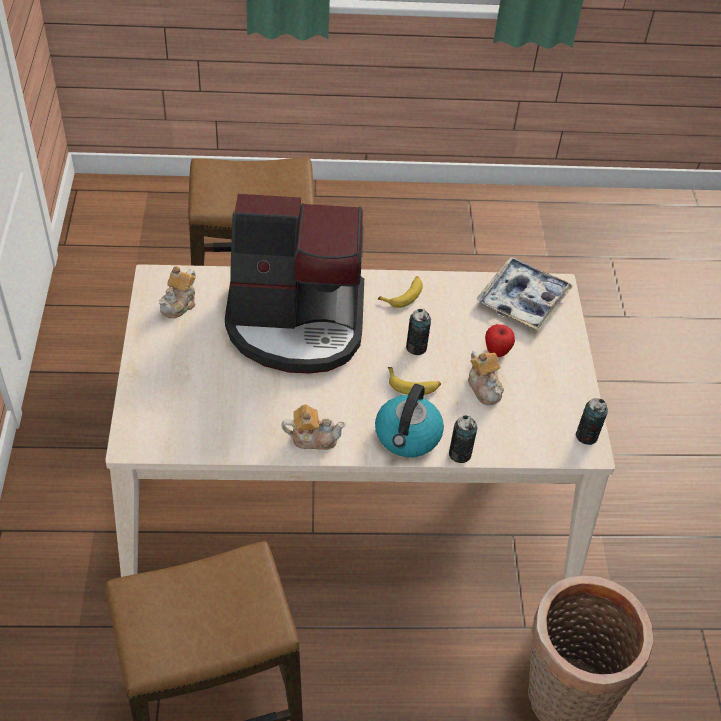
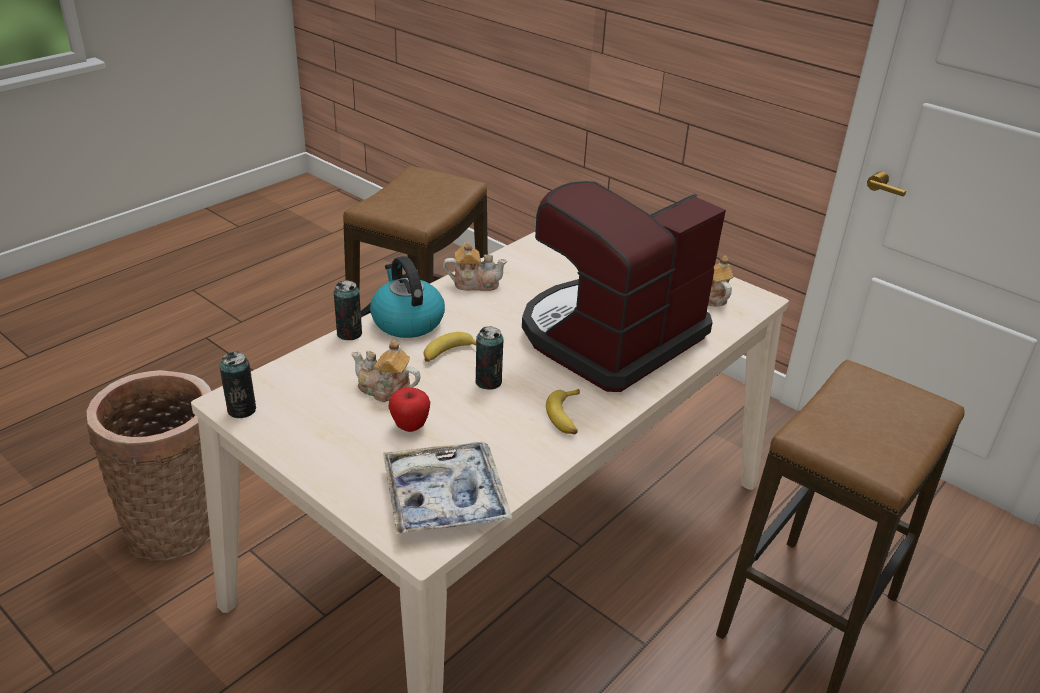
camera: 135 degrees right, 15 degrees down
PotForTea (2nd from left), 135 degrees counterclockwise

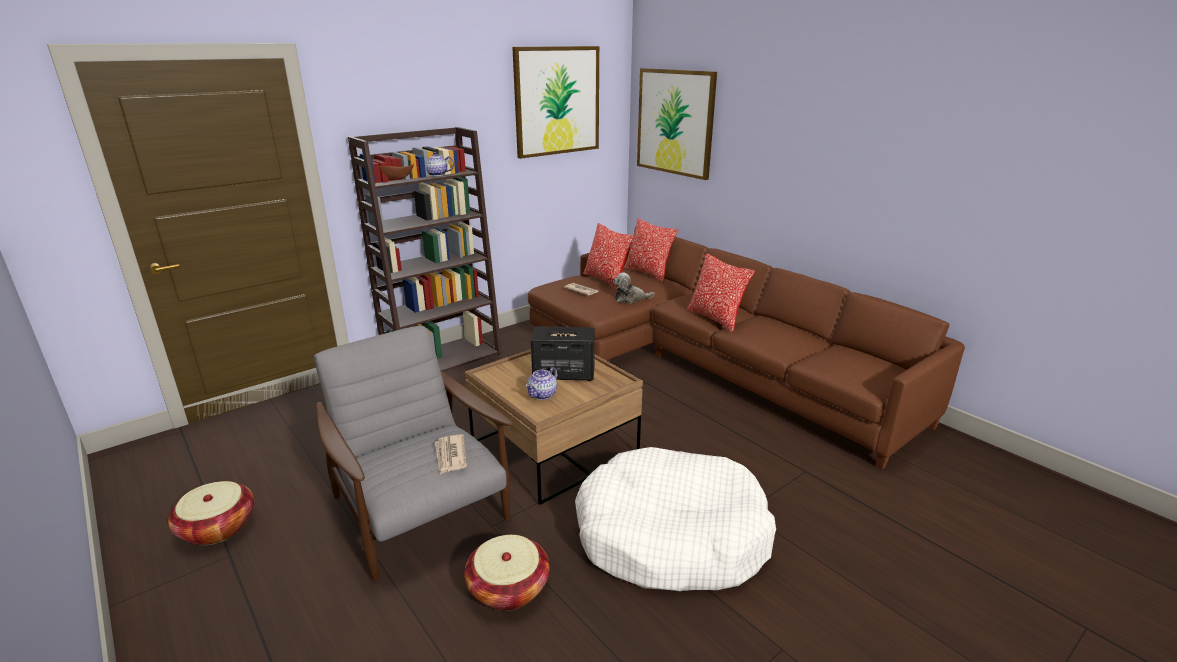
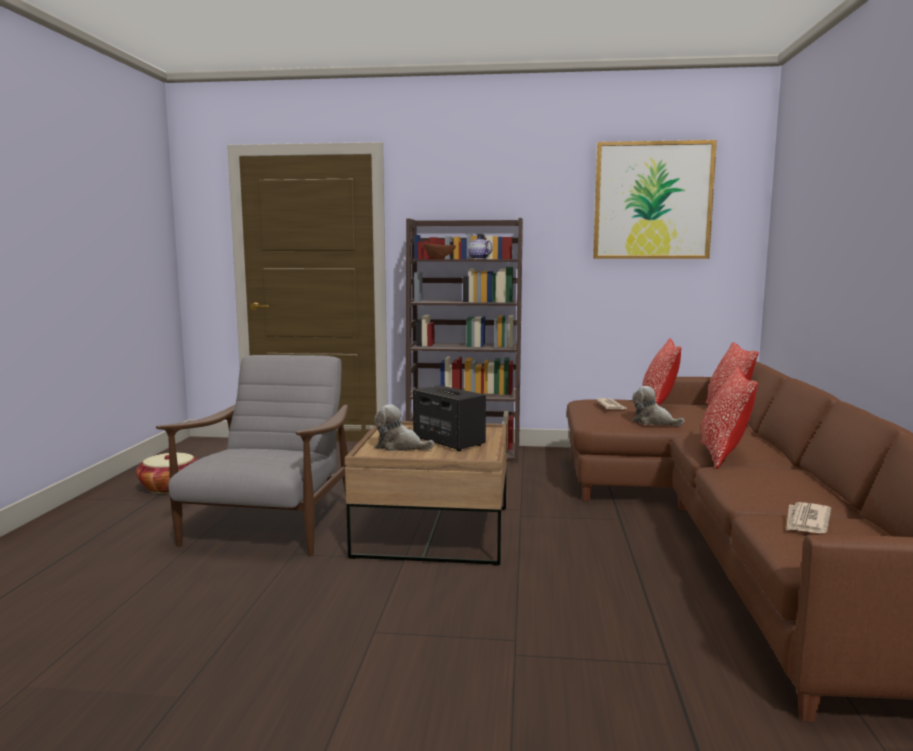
camera: 45 degrees right, 15 degrees down
Basket (2nd from left) => nothing
WhitePetBed => nothing
Picture (2nd from left) => nothing
DailyPaper (1st from left in the first image) => DailyPaper (2nd from left), moved
PotForTea (2nd from left) => CuddlyToy (1st from left)

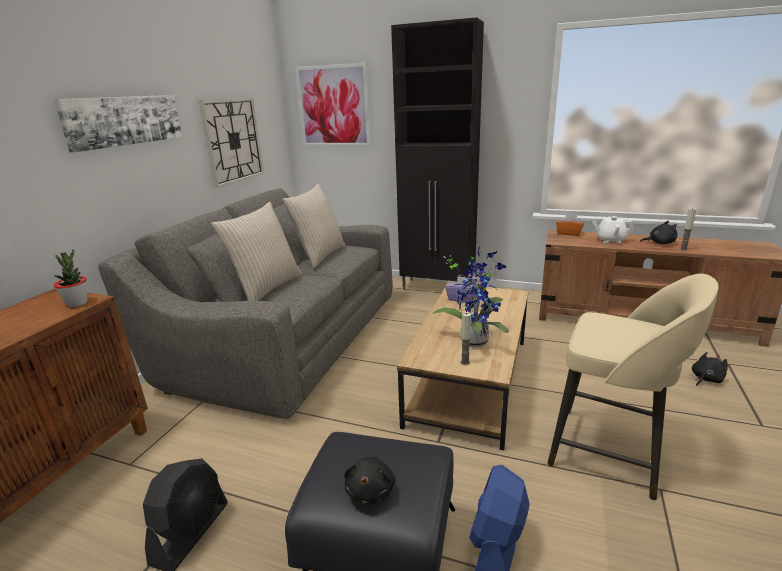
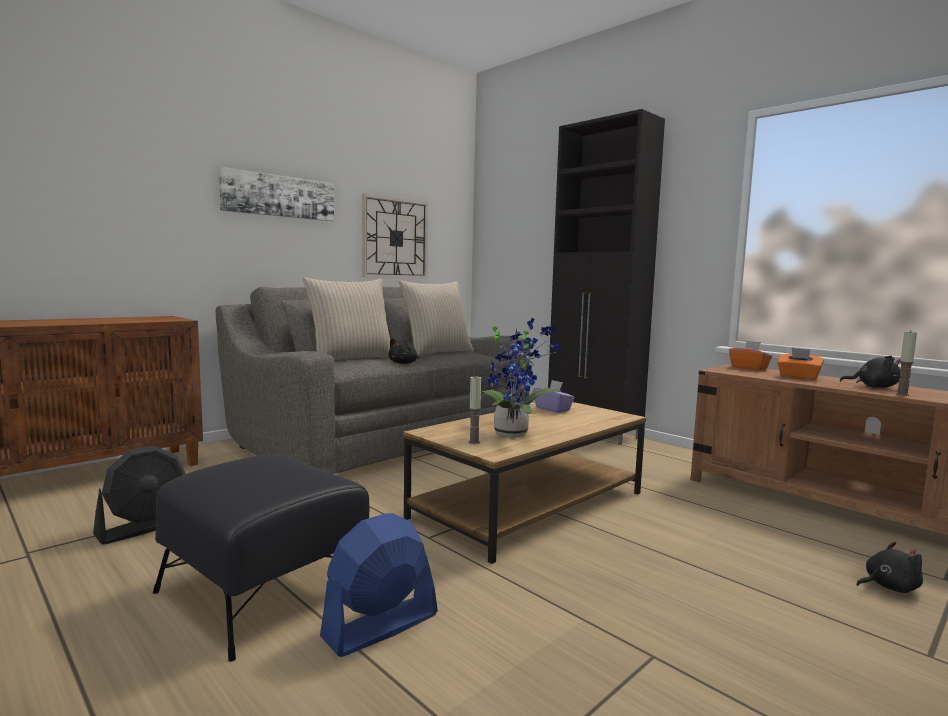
camera: 25 degrees right, 15 degrees down
PottedPlant (1st from left) => nothing
Picture (2nd from left) => nothing
BeigeStoolSeat => nothing
BlackishCuddlyToy (1st from left), moved
WhitePotForTea => OrangeColouredTissueBox (2nd from left)

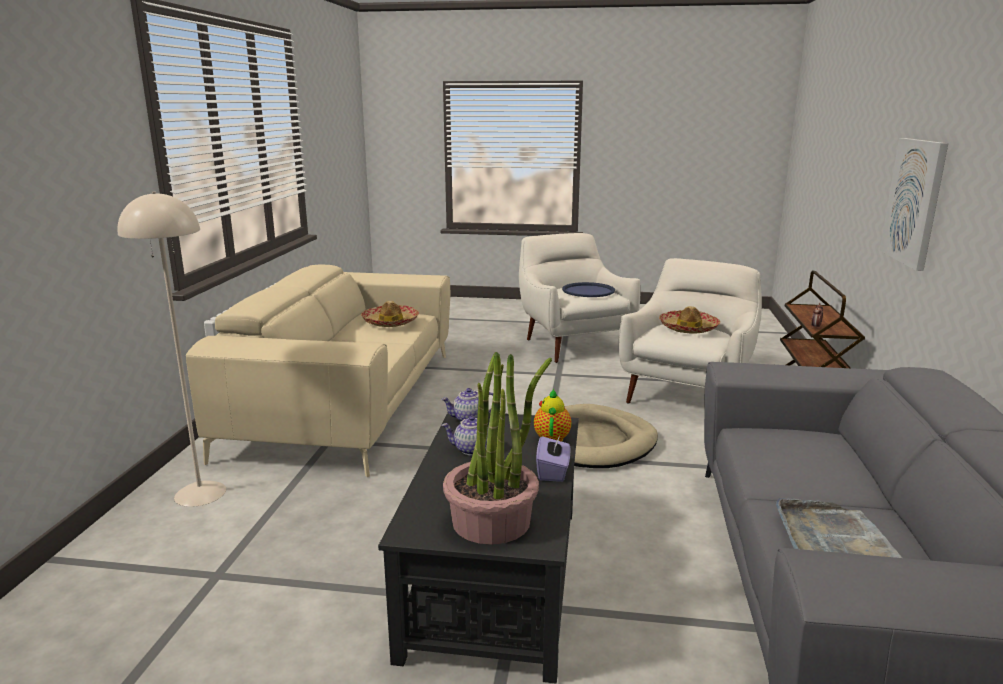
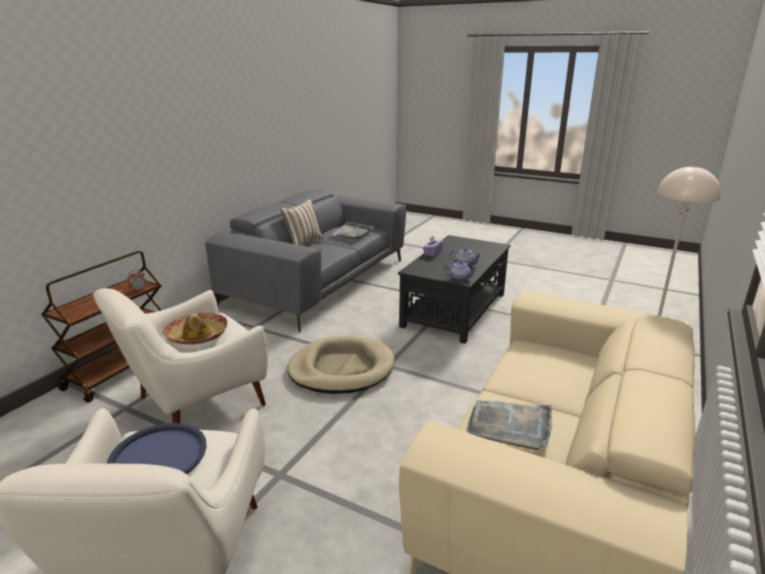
camera: 160 degrees left, 5 degrees up
PottedPlant => nothing
PotForTea (3rd from left) => nothing
Picture => nothing
nothing => Cushion
Hat (1st from left) => GrayCarryingTray (2nd from left)

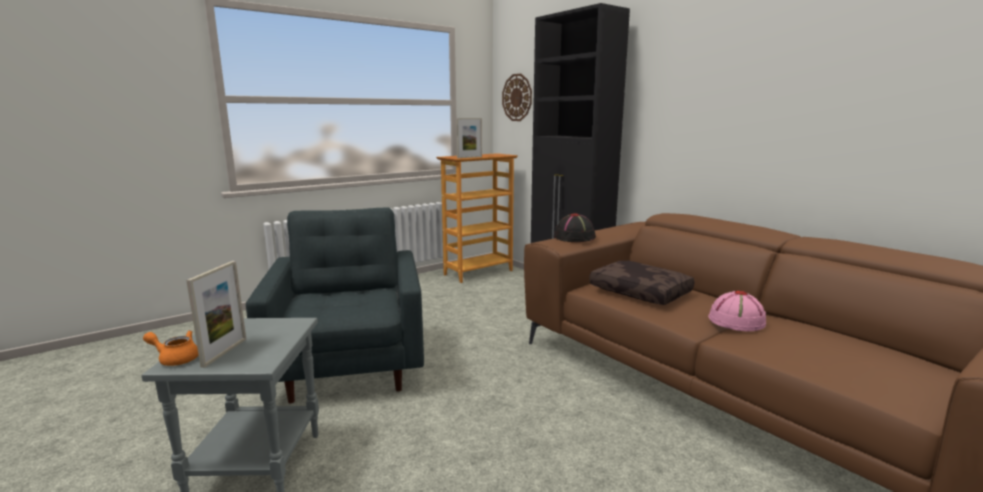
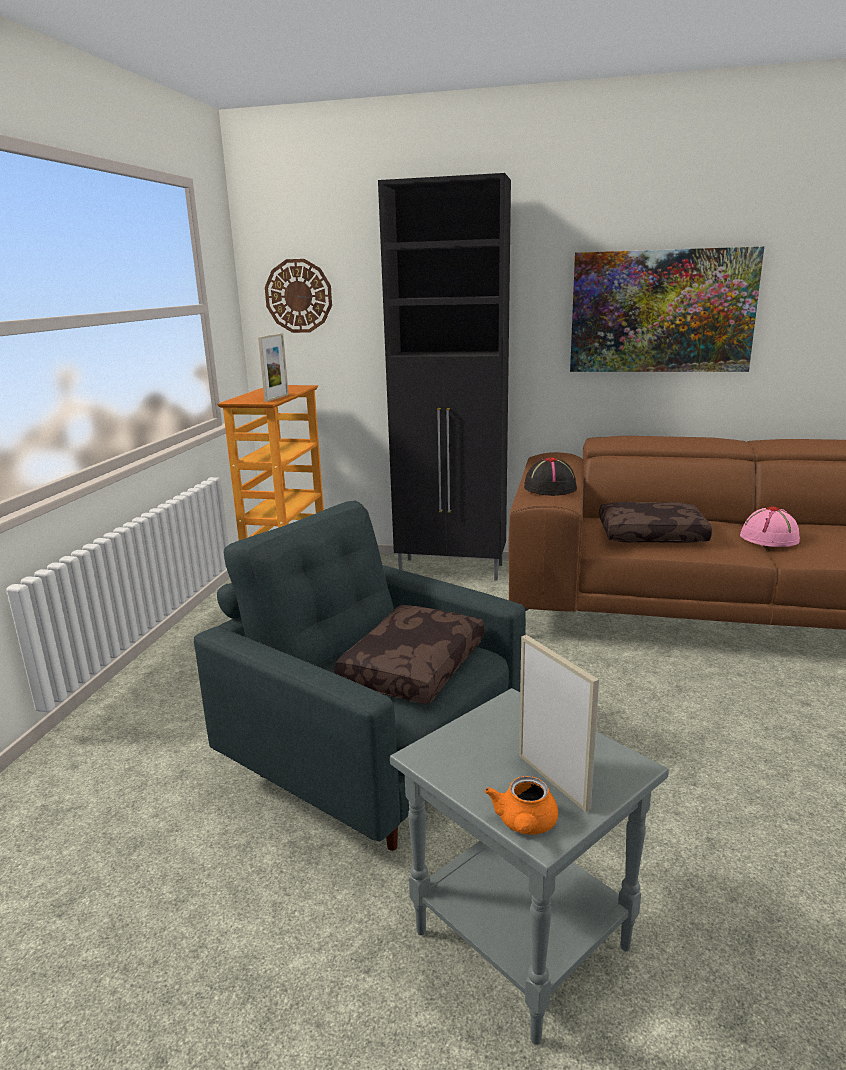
camera: 40 degrees left, 5 degrees up
nothing => BrownCushion (1st from left)
nothing => Picture
OrangeColouredPotForTea, 45 degrees counterclockwise

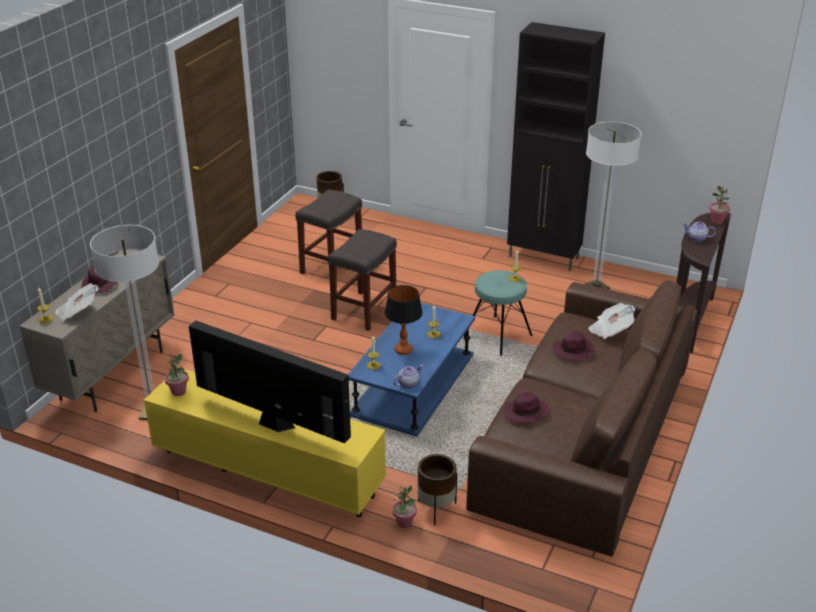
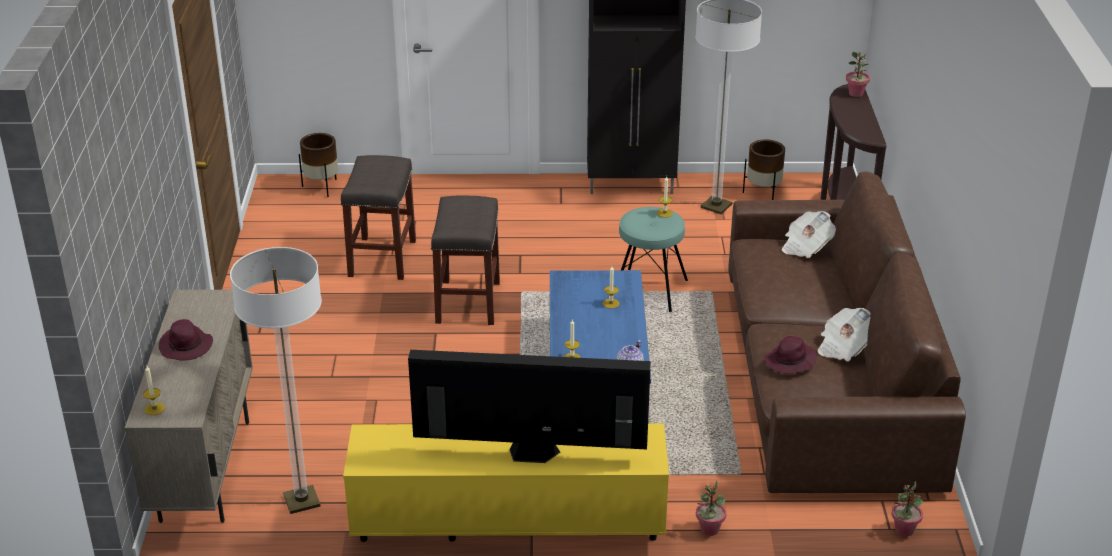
camera: 25 degrees left, 0 degrees up
TabletopLamp => nothing
PurplishHat (3rd from left) => nothing
PotForTea (2nd from left) => nothing
DailyPaper (1st from left in the first image) => DailyPaper (2nd from left), moved
PottedPlant (1st from left in the first image) => PottedPlant (3rd from left), moved
BrownFlowerPot (2nd from left), moved

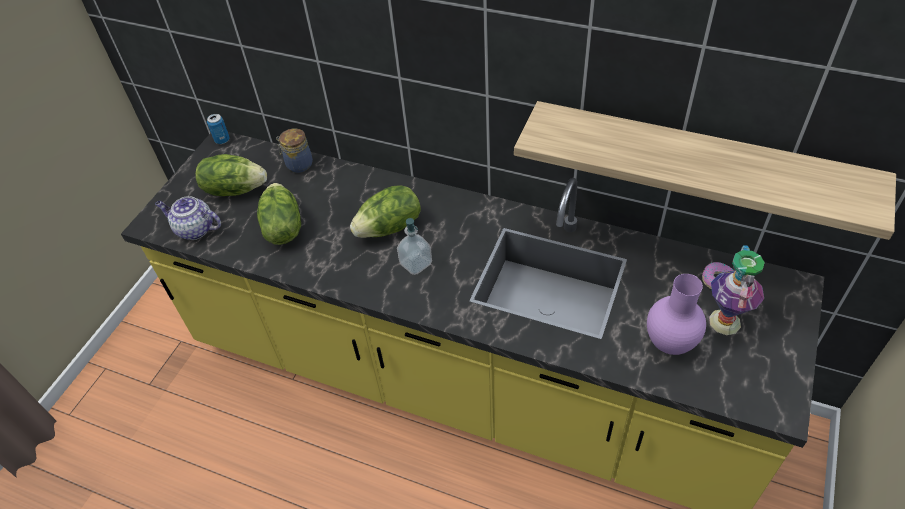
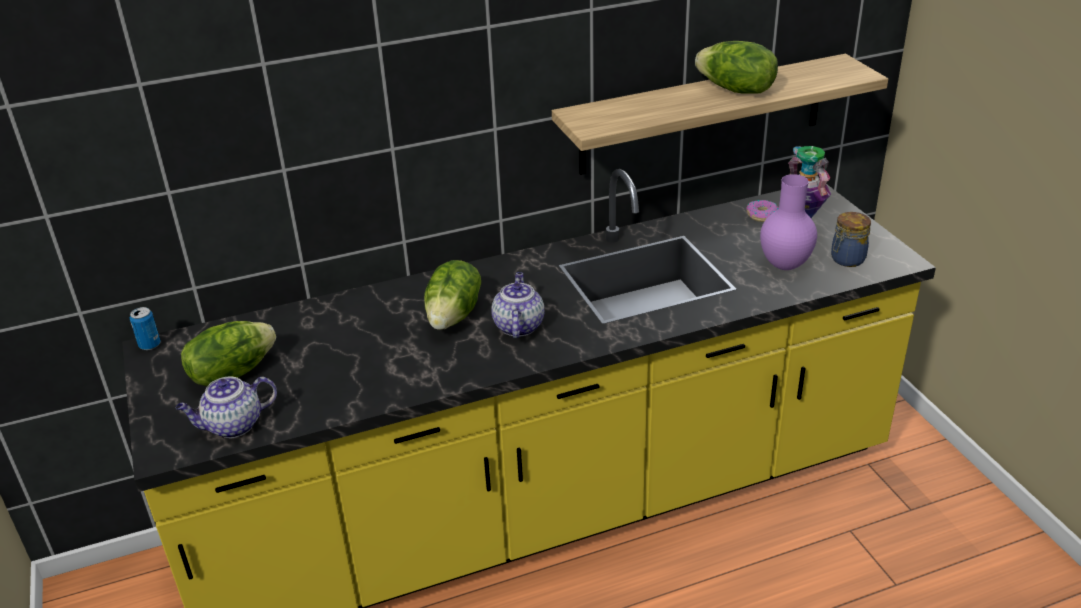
camera: 45 degrees left, 15 degrees down
Lettuce (2nd from left in the first image) => Lettuce (3rd from left), moved
Jar, moved
LiquidSoapBottle => PotForTea (2nd from left)

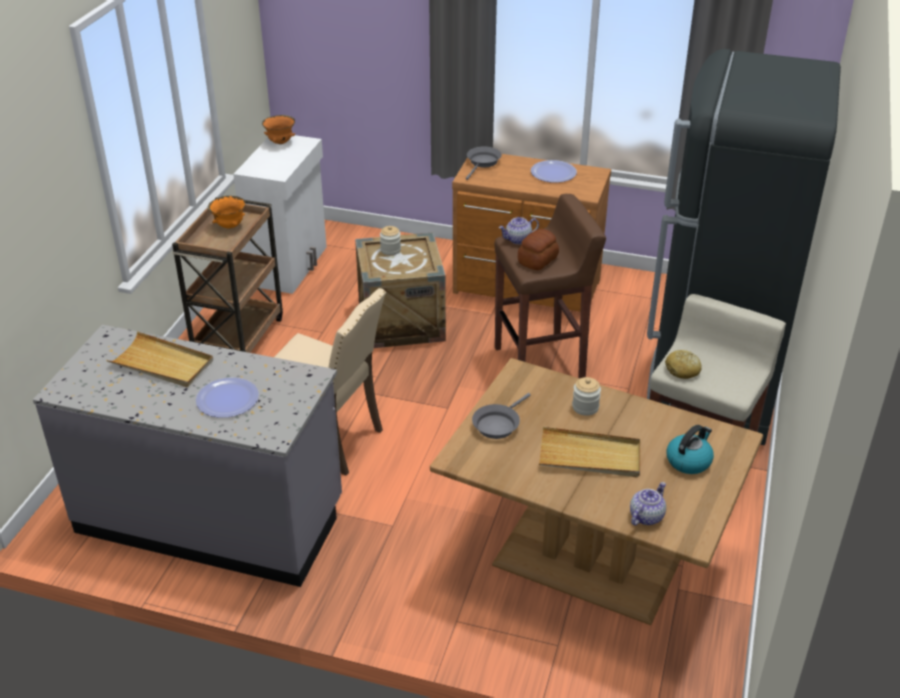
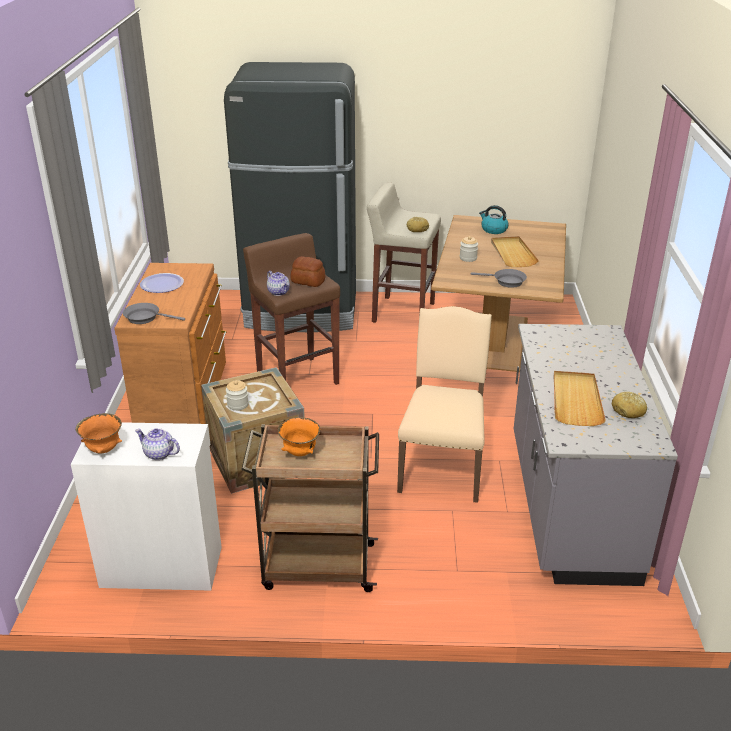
camera: 105 degrees left, 5 degrees down
DinnerPlate (1st from left) => nothing
nothing => BakeryBread (3rd from left)
PotForTea (2nd from left in the first image) => PotForTea (1st from left), moved

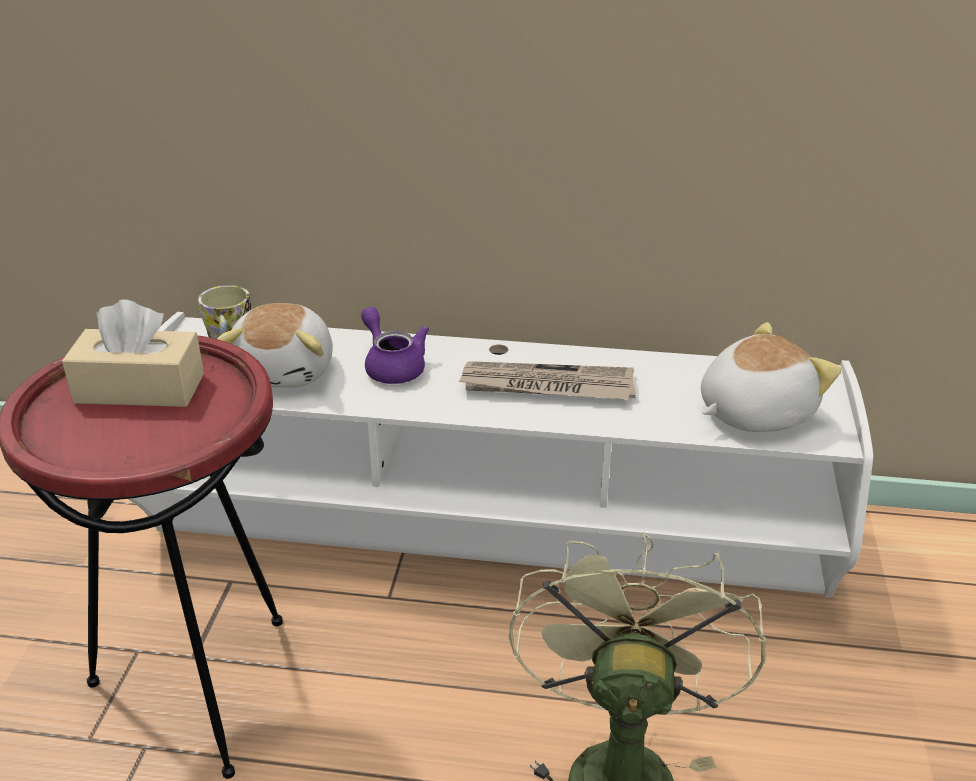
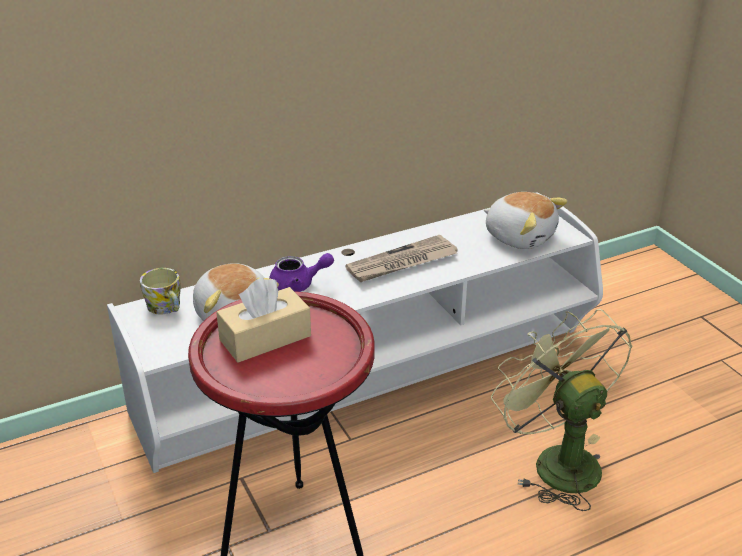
camera: 35 degrees left, 0 degrees up
PurplishPotForTea, 150 degrees clockwise
CuddlyToy (2nd from left), 105 degrees clockwise

